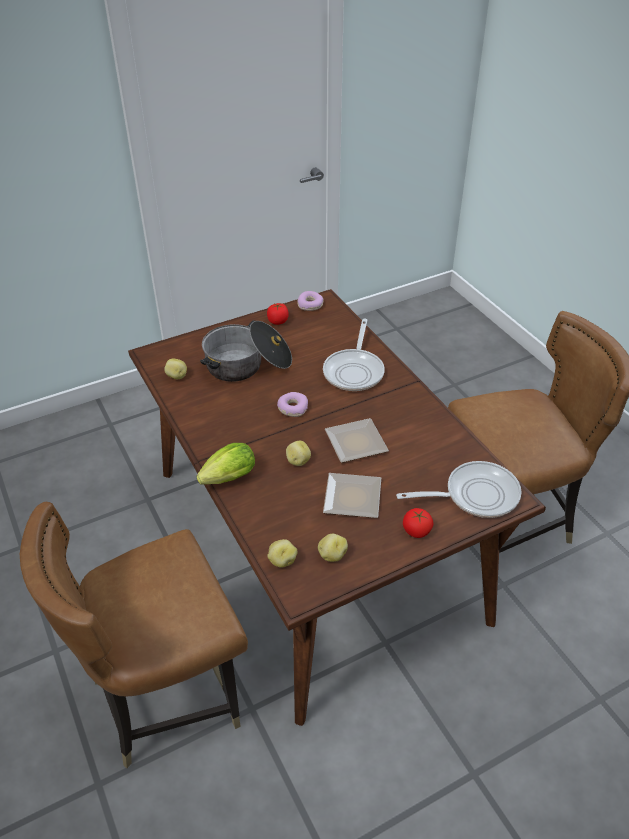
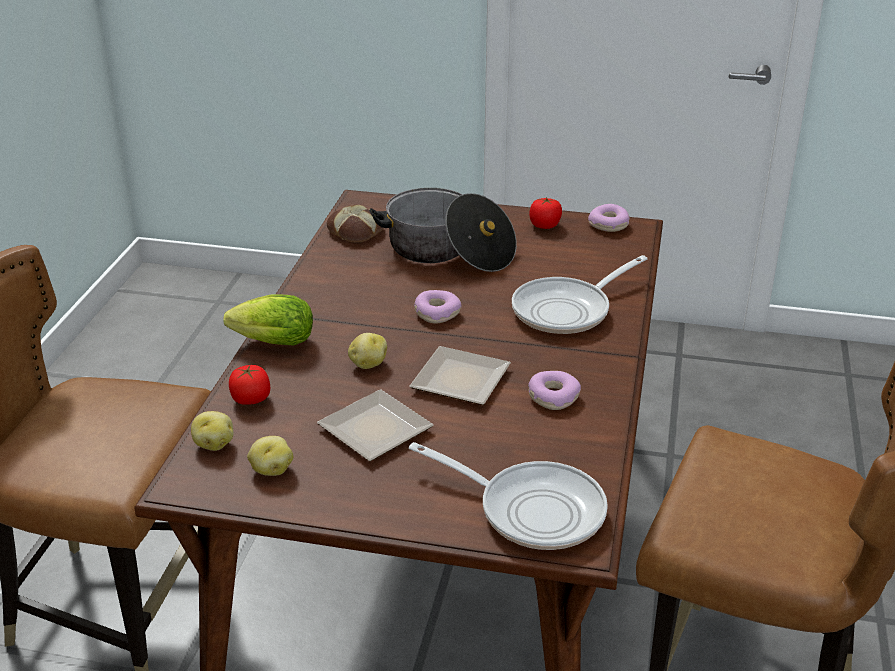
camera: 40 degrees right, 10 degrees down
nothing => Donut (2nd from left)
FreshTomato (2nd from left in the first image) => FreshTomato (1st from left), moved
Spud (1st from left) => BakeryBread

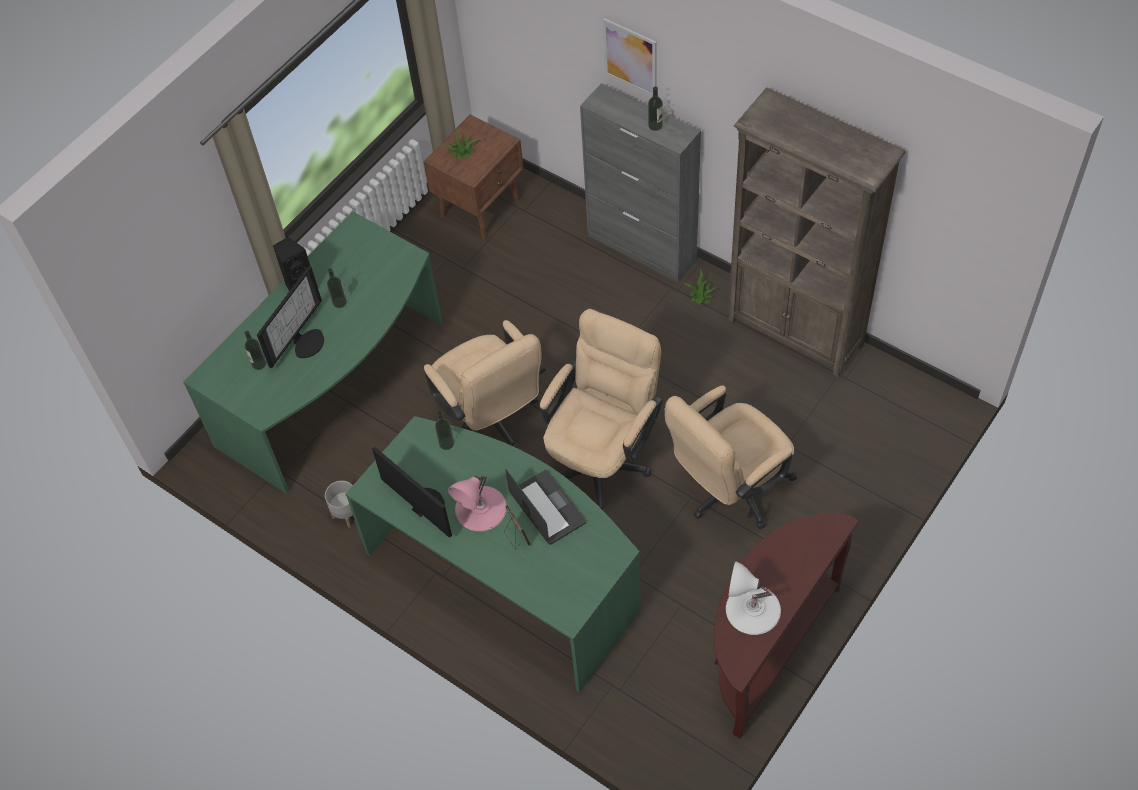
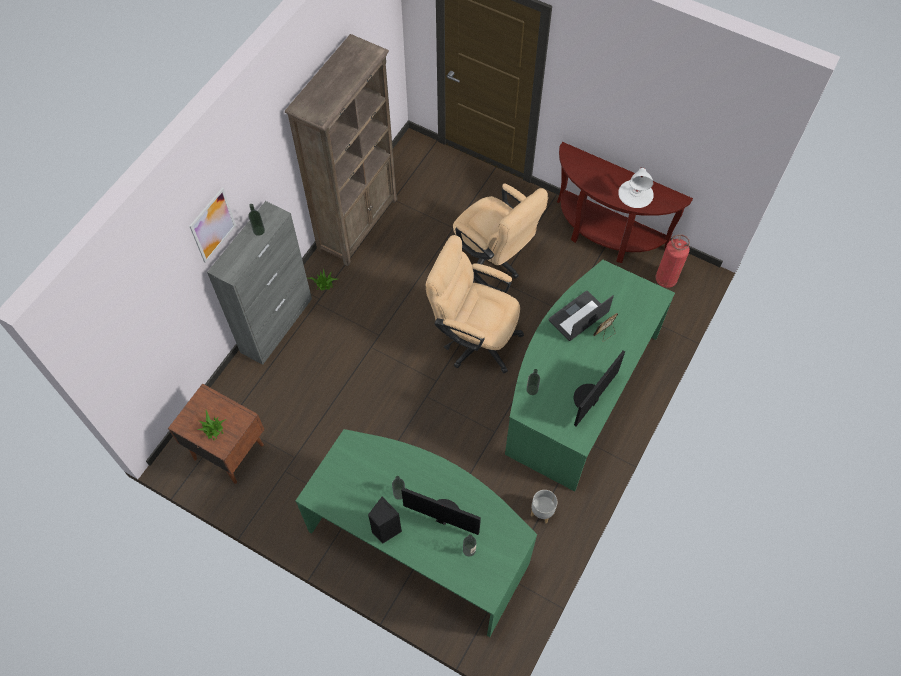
camera: 100 degrees left, 5 degrees up
BeigeDeskChair (1st from left) => nothing
PinkColouredTabletopLamp => nothing
nothing => Extinguisher

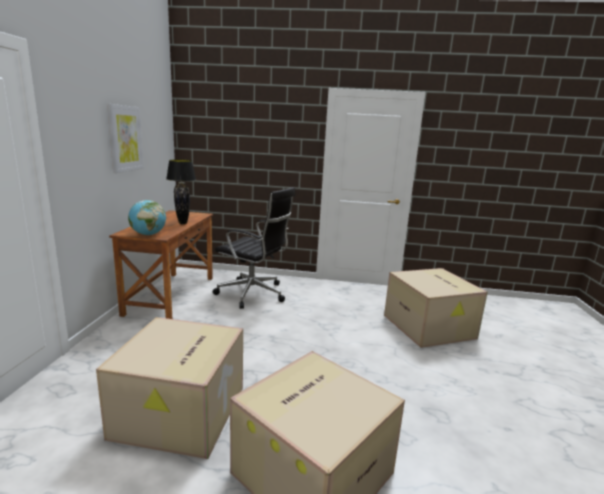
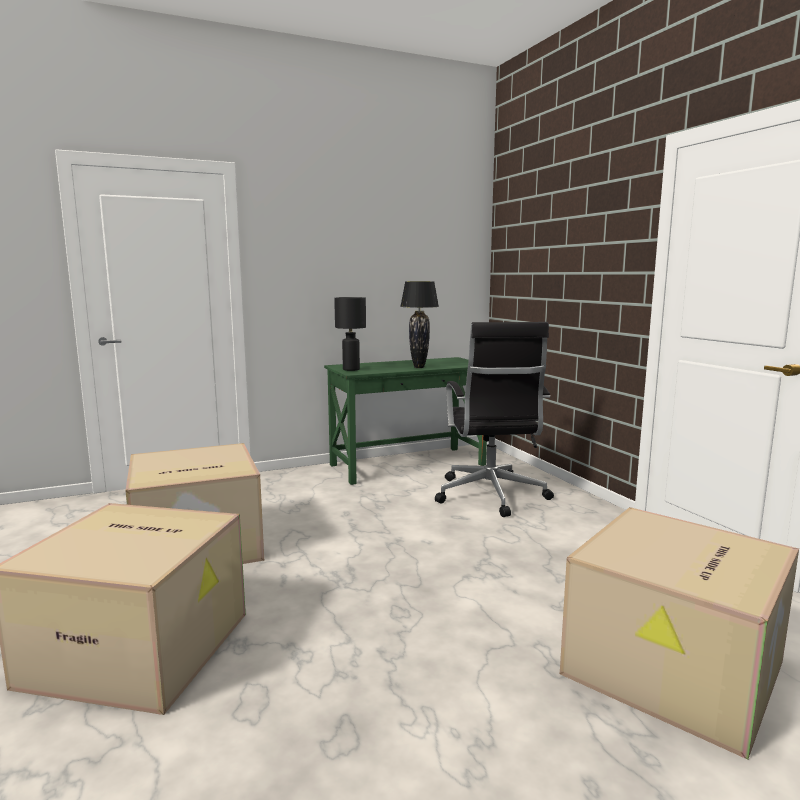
camera: 60 degrees right, 5 degrees down
Picture => nothing
WorldGlobe => BlackishTabletopLamp (1st from left)
BrownDeskTable => GreenDeskTable

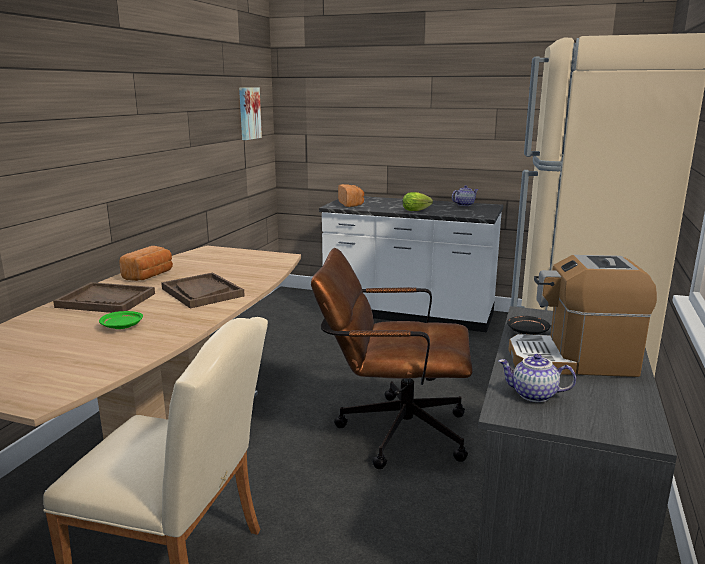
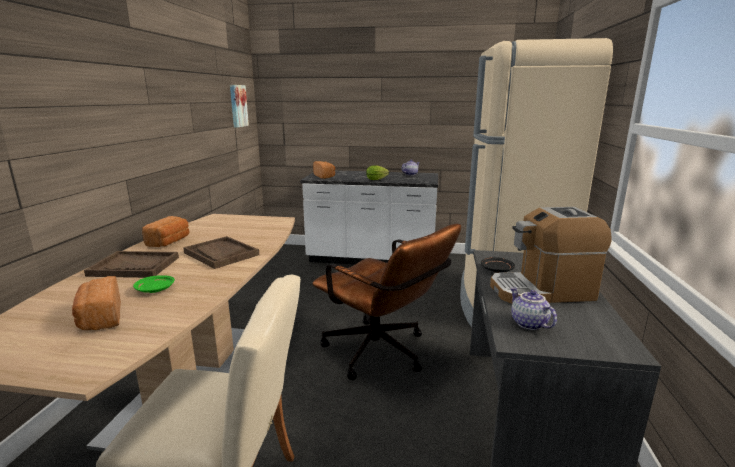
camera: 10 degrees left, 0 degrees up
nothing => BakeryBread (1st from left)
BrownDeskChair, 135 degrees counterclockwise
PotForTea (2nd from left), 60 degrees clockwise

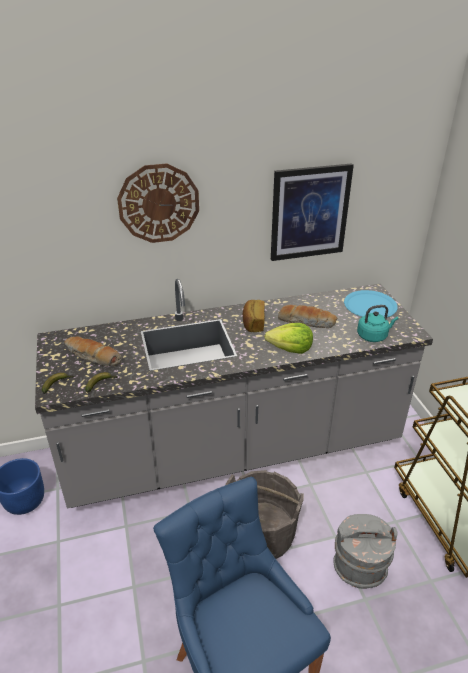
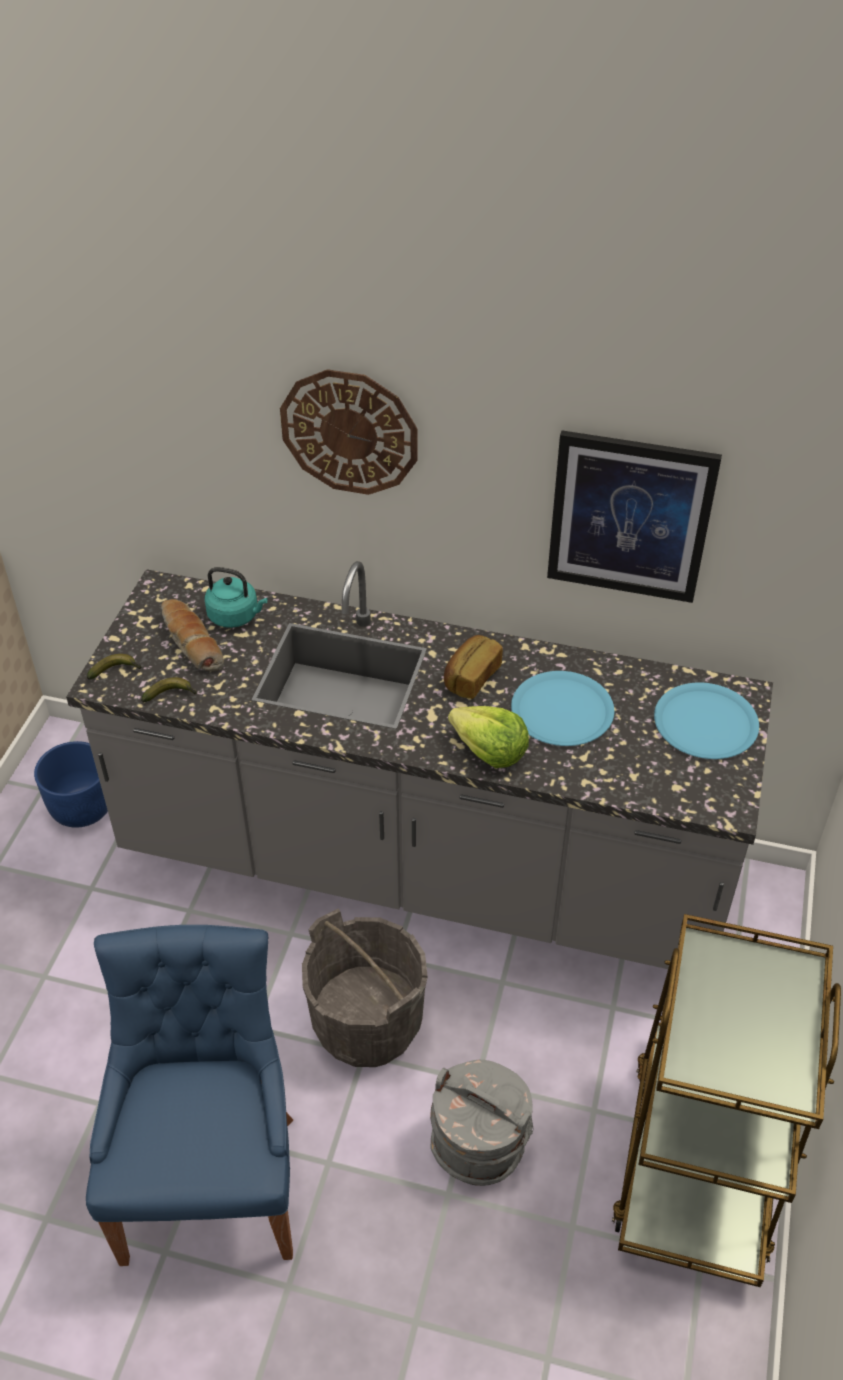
camera: 30 degrees right, 10 degrees up
TurquoiseWaterKettle, moved
BakeryBread (3rd from left) => BlueDinnerPlate (1st from left)

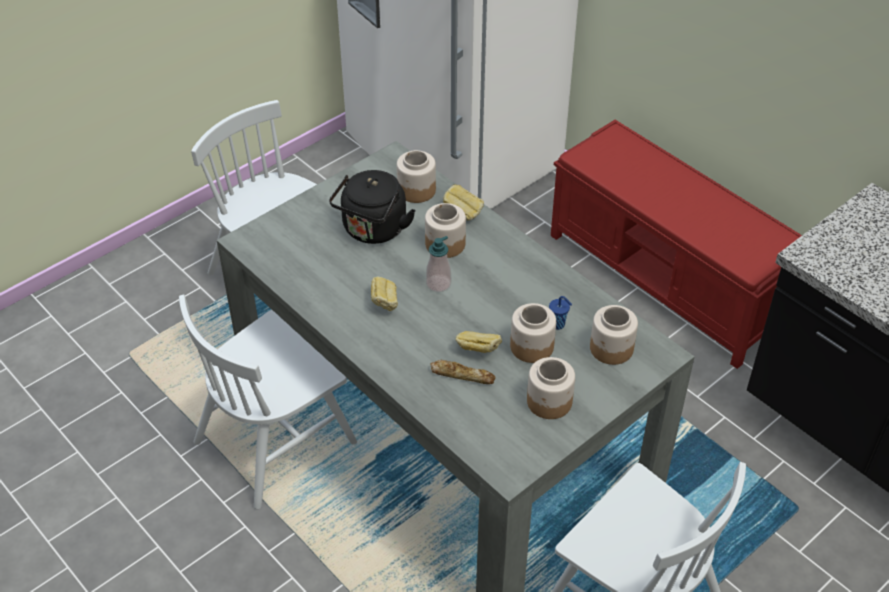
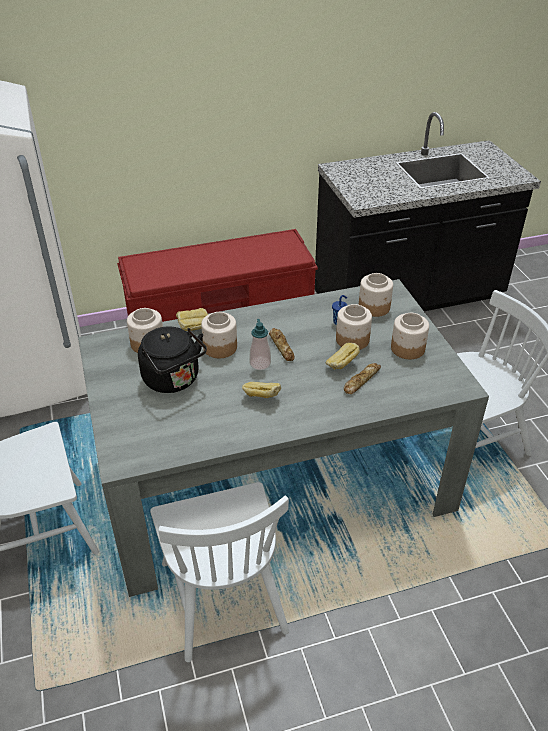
camera: 65 degrees left, 5 degrees down
nothing => BakeryBread (3rd from left)

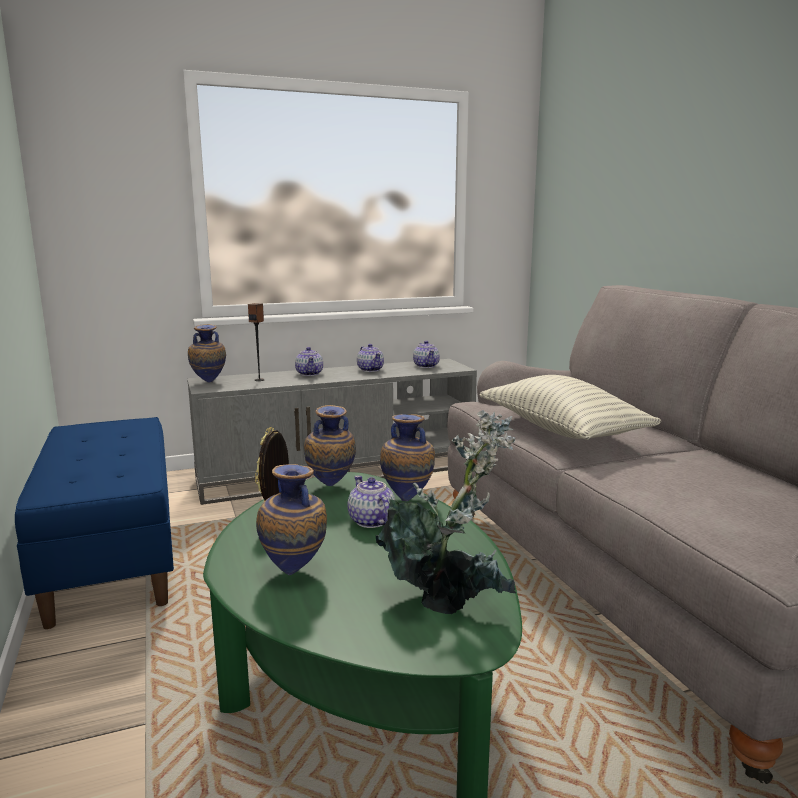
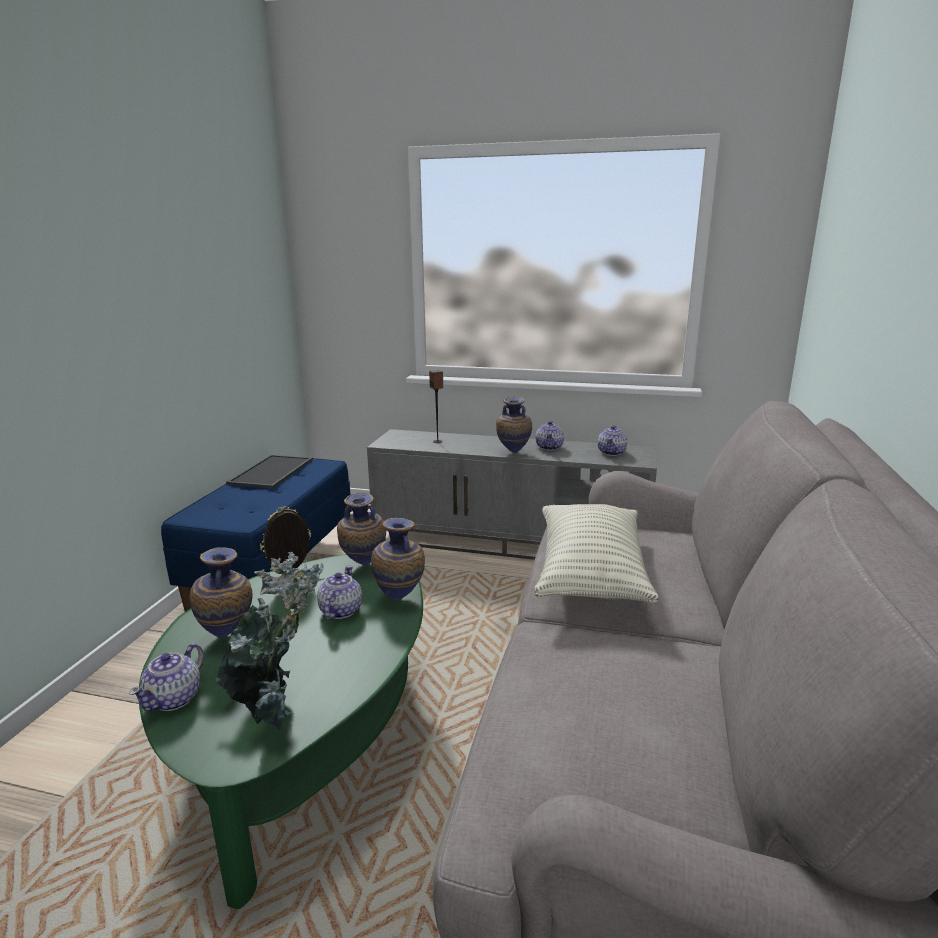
camera: 35 degrees right, 5 degrees up
nothing => CarryingTray
DecorativeVase (1st from left in the first image) => DecorativeVase (4th from left), moved
PotForTea (1st from left), moved

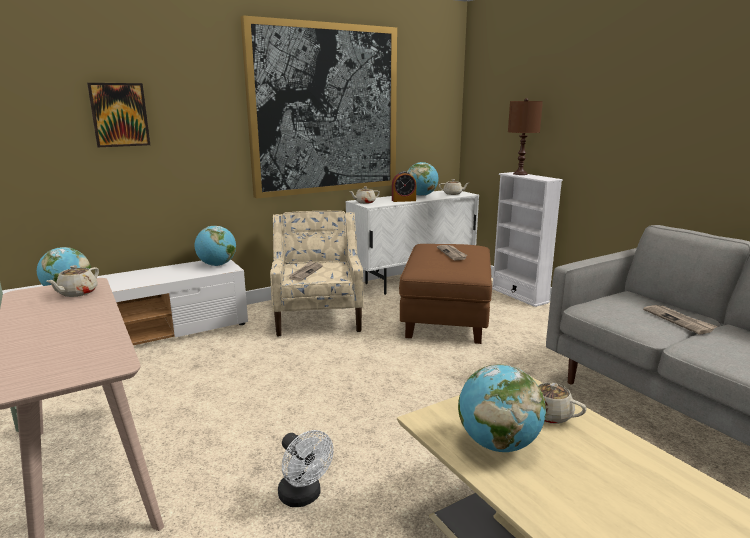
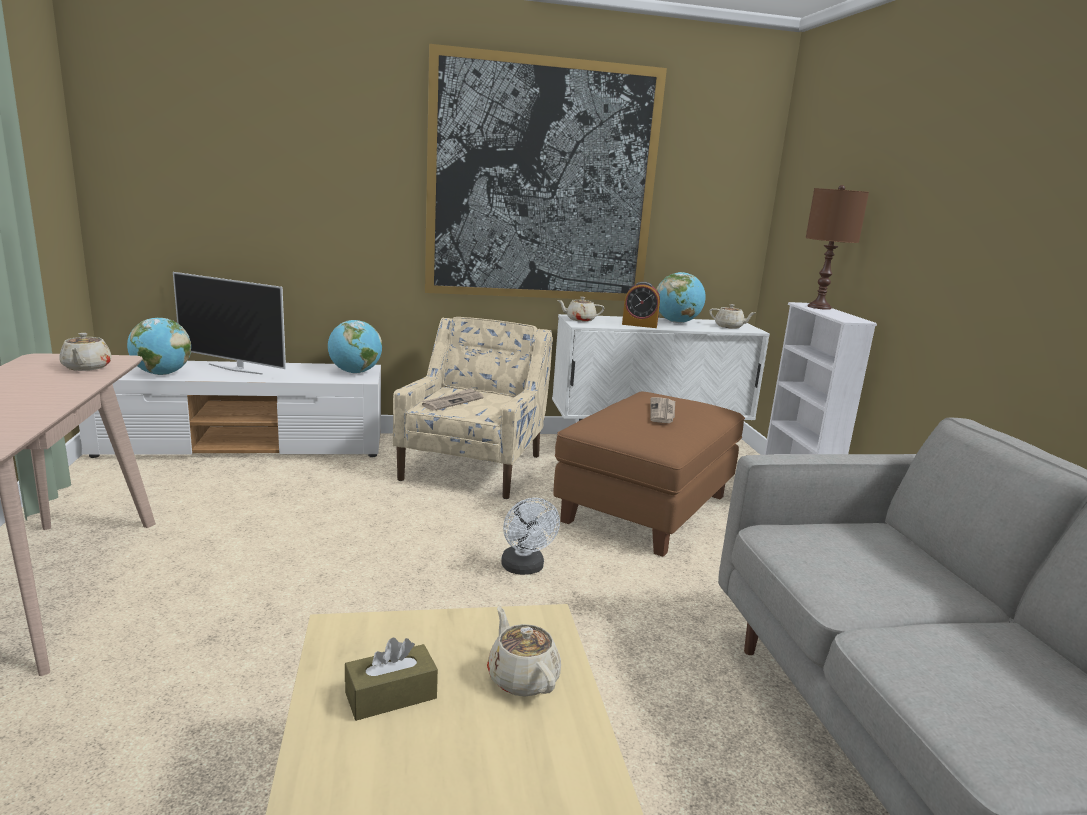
camera: 20 degrees right, 0 degrees up
Picture (1st from left) => nothing
DailyPaper (3rd from left) => nothing
nothing => Tv
WhiteCoolingFan, moved
WorldGlobe (4th from left) => BrownTissueBox
BeigePotForTea (1st from left), 60 degrees counterclockwise

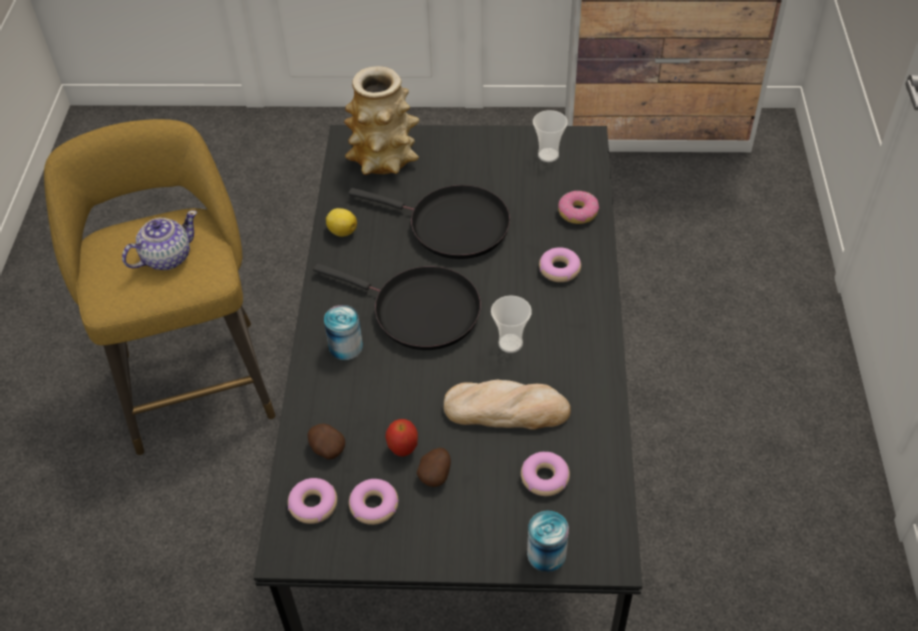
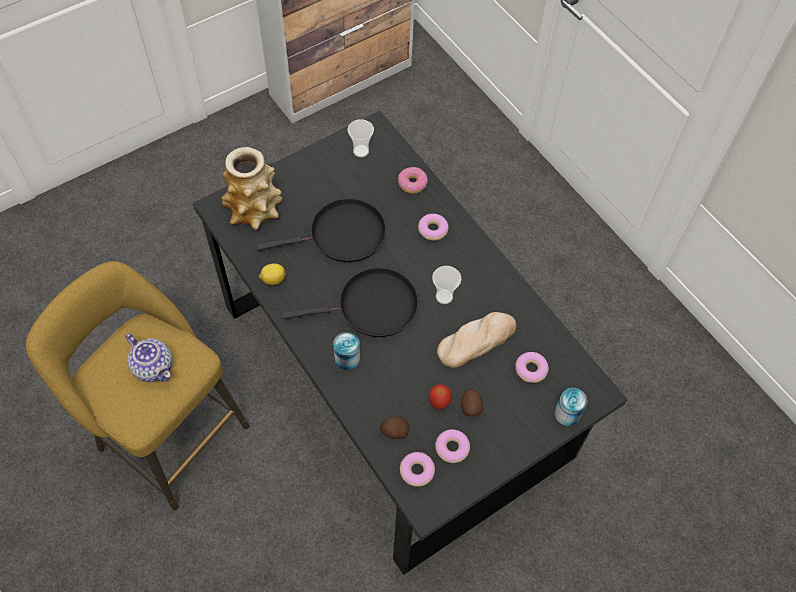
camera: 40 degrees left, 10 degrees up
PotForTea, 120 degrees clockwise

